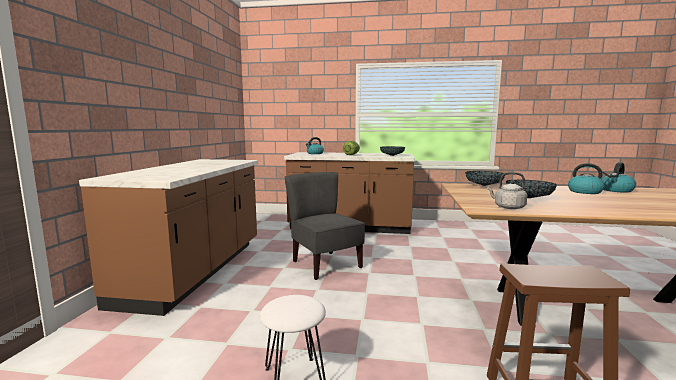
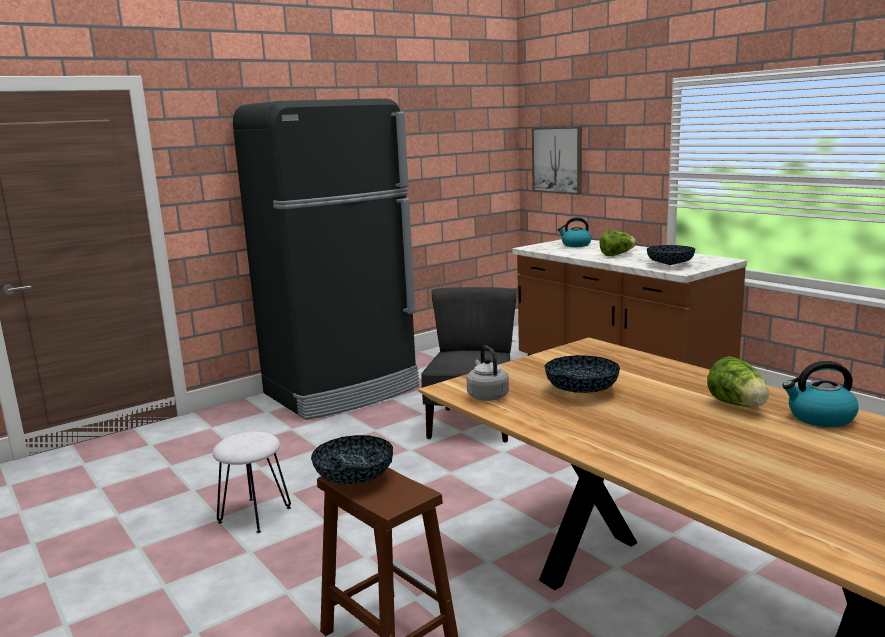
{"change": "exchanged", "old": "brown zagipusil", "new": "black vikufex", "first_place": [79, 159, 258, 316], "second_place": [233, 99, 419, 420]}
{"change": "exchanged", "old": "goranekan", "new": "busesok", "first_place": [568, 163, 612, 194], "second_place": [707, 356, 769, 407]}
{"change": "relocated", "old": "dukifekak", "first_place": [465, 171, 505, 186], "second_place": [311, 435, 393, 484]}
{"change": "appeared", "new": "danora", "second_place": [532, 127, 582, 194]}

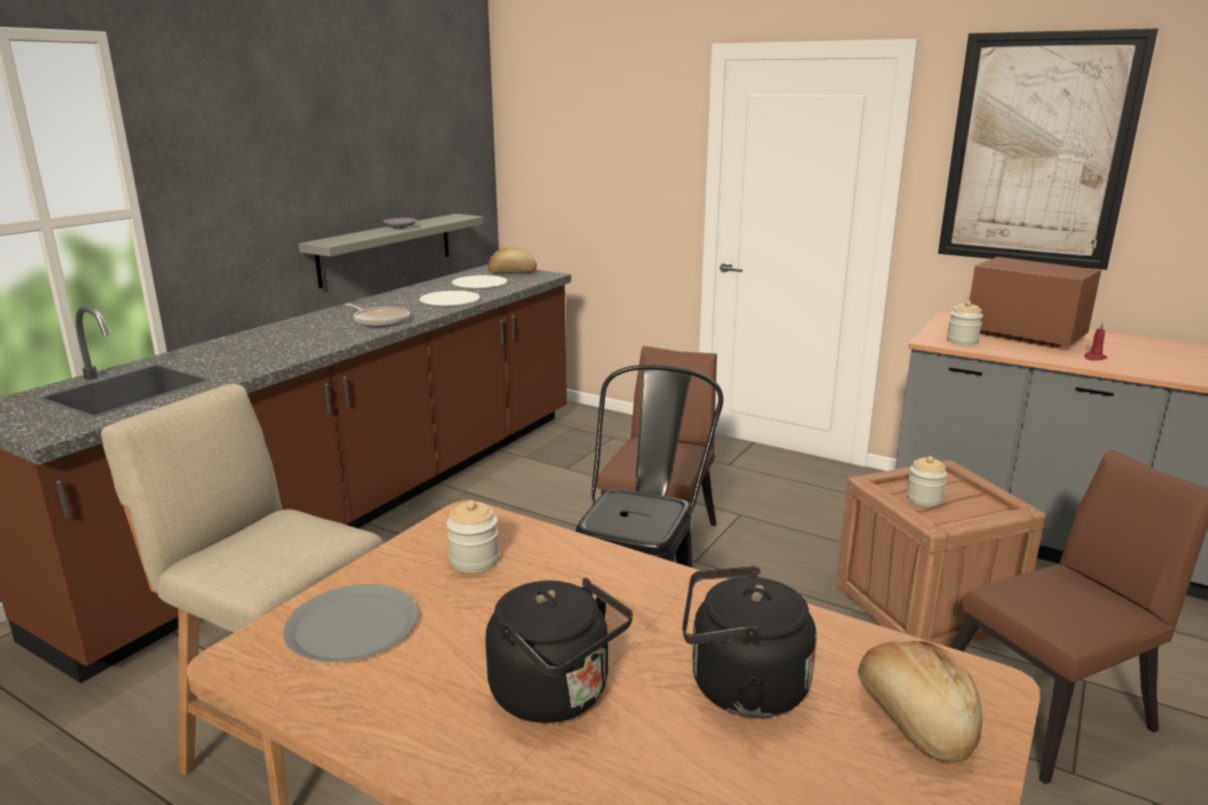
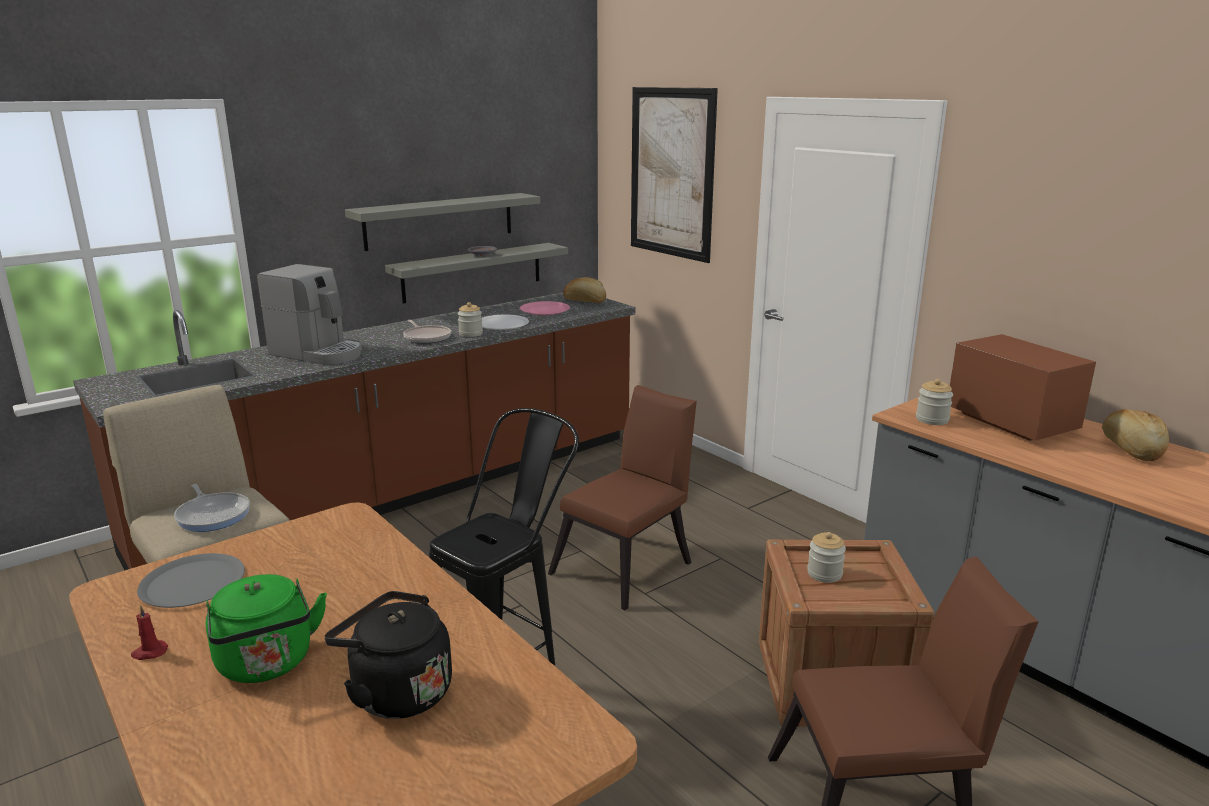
{"change": "relocated", "old": "danora", "first_place": [938, 28, 1158, 270], "second_place": [631, 87, 718, 263]}
{"change": "colour", "old": "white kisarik", "new": "pink kisarik", "first_place": [452, 275, 507, 289], "second_place": [520, 301, 570, 315]}
{"change": "relocated", "old": "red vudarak", "first_place": [1084, 322, 1107, 361], "second_place": [131, 605, 168, 660]}
{"change": "relocated", "old": "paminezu", "first_place": [447, 500, 499, 573], "second_place": [458, 302, 483, 337]}
{"change": "colour", "old": "black goranekan", "new": "green goranekan", "first_place": [485, 577, 633, 723], "second_place": [206, 574, 327, 683]}
{"change": "relocated", "old": "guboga", "first_place": [858, 641, 982, 762], "second_place": [1102, 409, 1169, 461]}
{"change": "appeared", "new": "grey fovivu", "second_place": [345, 193, 540, 251]}
{"change": "appeared", "new": "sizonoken", "second_place": [257, 264, 362, 365]}
{"change": "appeared", "new": "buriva", "second_place": [174, 484, 250, 532]}

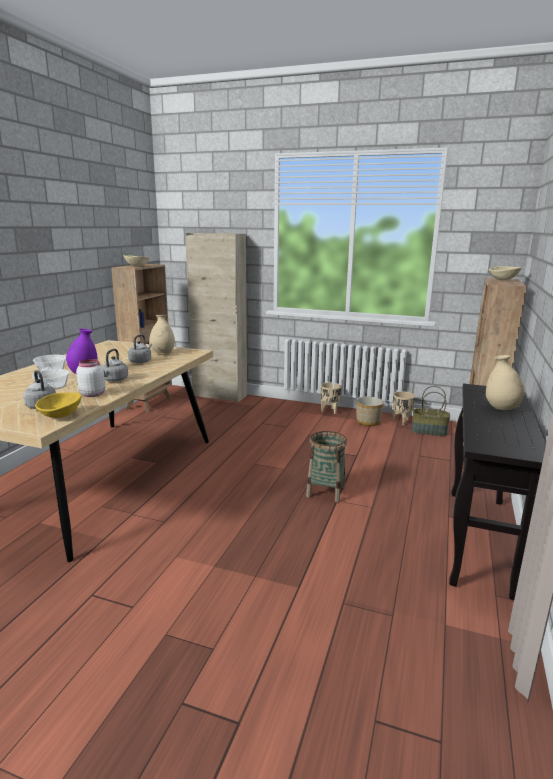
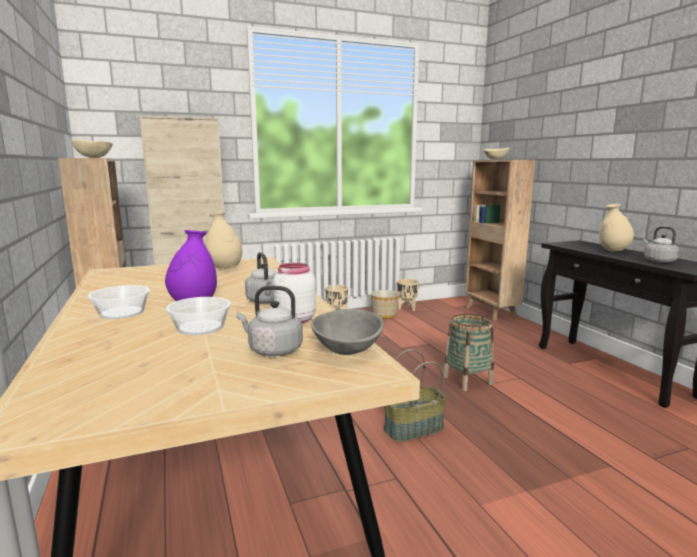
{"change": "relocated", "old": "grey goranekan", "first_place": [128, 334, 152, 363], "second_place": [643, 226, 679, 263]}
{"change": "relocated", "old": "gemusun", "first_place": [412, 386, 450, 436], "second_place": [384, 349, 447, 442]}
{"change": "colour", "old": "yellow dukifekak", "new": "grey dukifekak", "first_place": [35, 392, 82, 418], "second_place": [312, 309, 384, 355]}

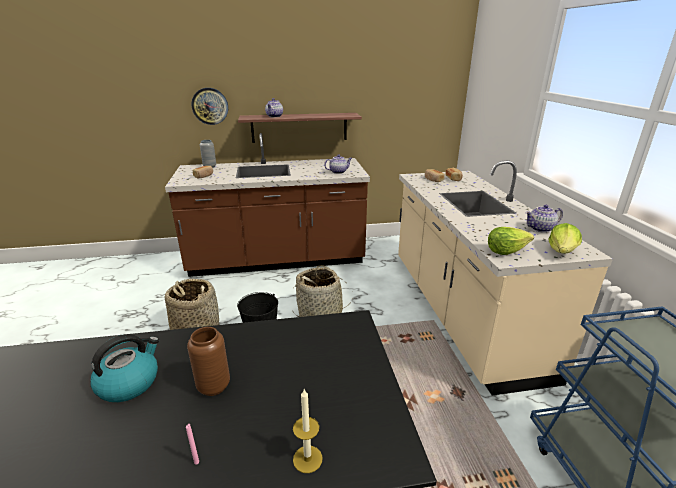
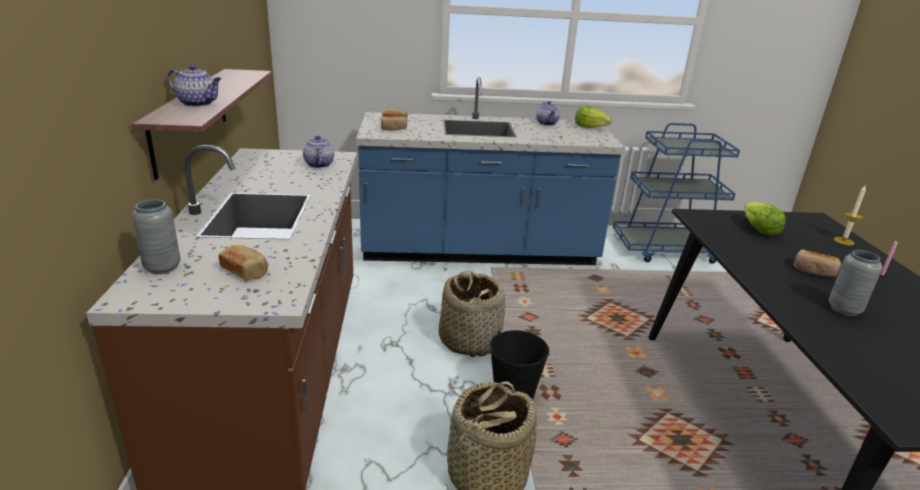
{"change": "missing", "old": "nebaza", "first_place": [191, 88, 228, 125]}
{"change": "colour", "old": "beige zagipusil", "new": "blue zagipusil", "first_place": [398, 160, 613, 396], "second_place": [356, 77, 625, 265]}
{"change": "relocated", "old": "busesok", "first_place": [488, 227, 534, 255], "second_place": [744, 202, 786, 236]}
{"change": "exchanged", "old": "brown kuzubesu", "new": "guboga", "first_place": [187, 327, 230, 396], "second_place": [793, 249, 841, 277]}
{"change": "exchanged", "old": "goranekan", "new": "grey kuzubesu", "first_place": [90, 334, 159, 402], "second_place": [829, 250, 882, 317]}

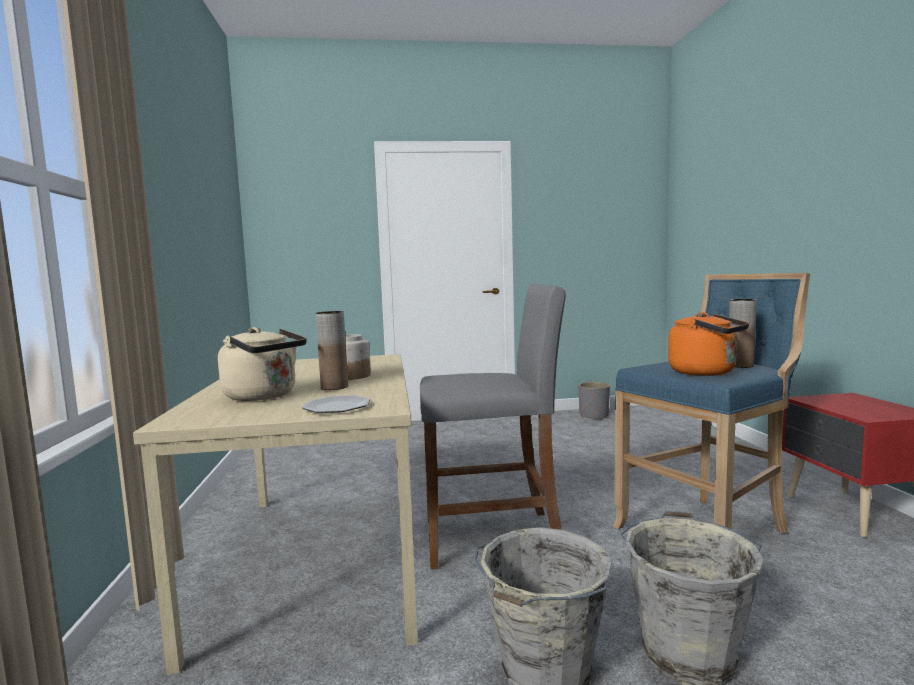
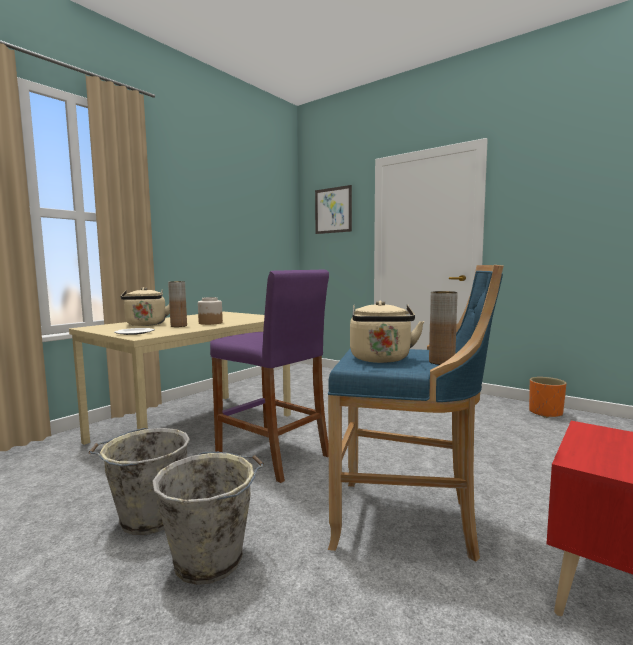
{"change": "colour", "old": "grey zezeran", "new": "purple zezeran", "first_place": [420, 284, 566, 569], "second_place": [210, 269, 329, 483]}
{"change": "colour", "old": "orange goranekan", "new": "beige goranekan", "first_place": [668, 312, 749, 376], "second_place": [350, 301, 424, 363]}
{"change": "colour", "old": "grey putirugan", "new": "orange putirugan", "first_place": [578, 382, 610, 419], "second_place": [529, 377, 566, 418]}
{"change": "appeared", "new": "danora", "second_place": [315, 185, 352, 234]}

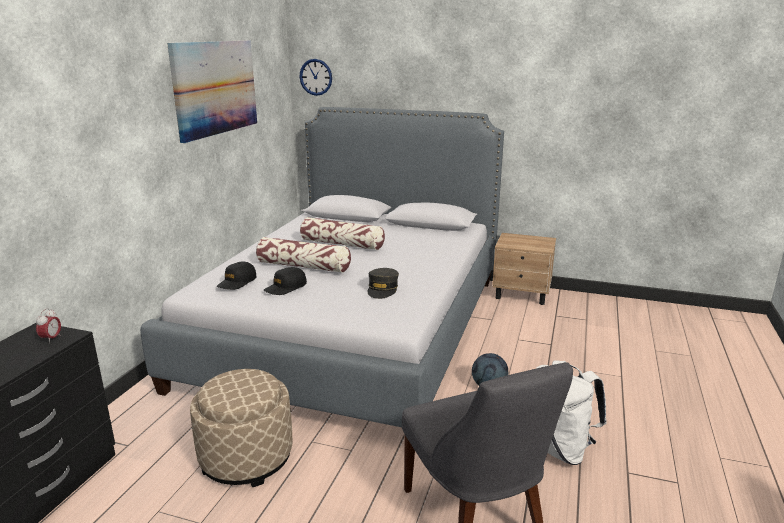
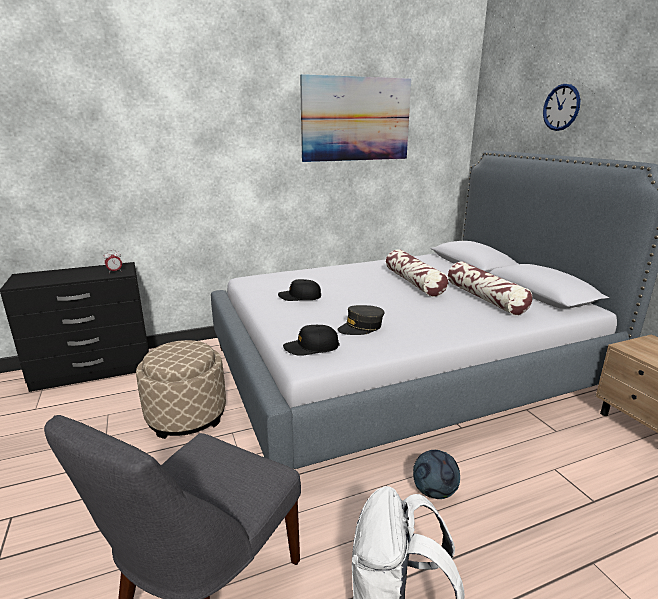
{"change": "relocated", "old": "nebaza", "first_place": [300, 59, 332, 96], "second_place": [543, 84, 580, 131]}
{"change": "relocated", "old": "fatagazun", "first_place": [256, 237, 351, 273], "second_place": [448, 262, 533, 315]}
{"change": "relocated", "old": "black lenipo", "first_place": [217, 262, 257, 290], "second_place": [283, 325, 340, 356]}

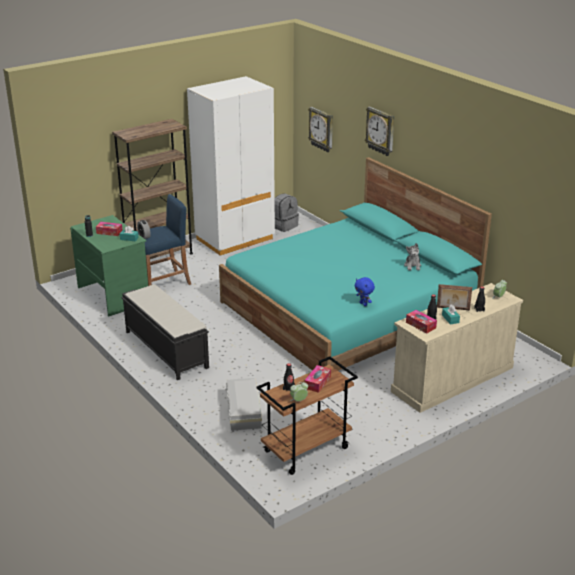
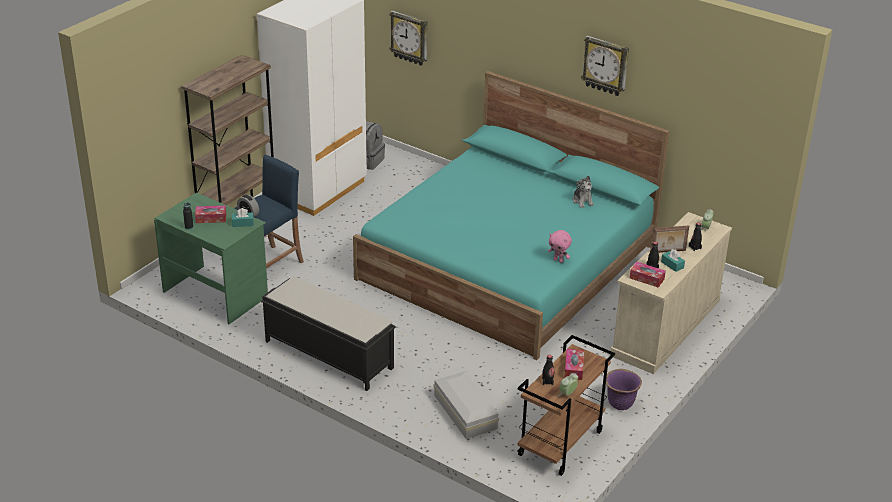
{"change": "relocated", "old": "nebaza", "first_place": [365, 107, 394, 156], "second_place": [581, 35, 629, 96]}
{"change": "colour", "old": "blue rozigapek", "new": "pink rozigapek", "first_place": [355, 277, 375, 306], "second_place": [548, 230, 572, 263]}
{"change": "appeared", "new": "purple putirugan", "second_place": [606, 369, 642, 410]}

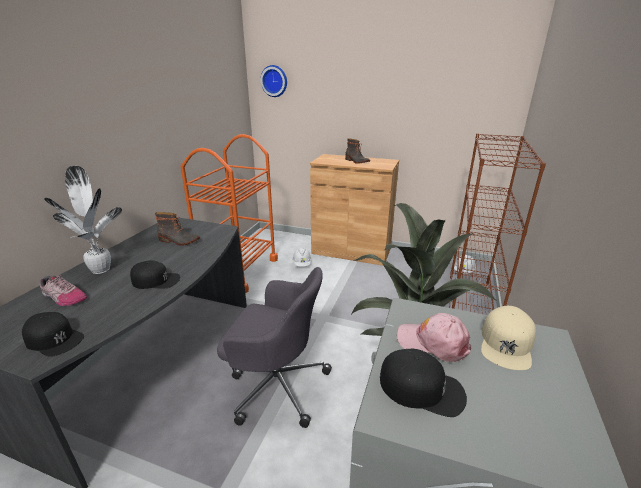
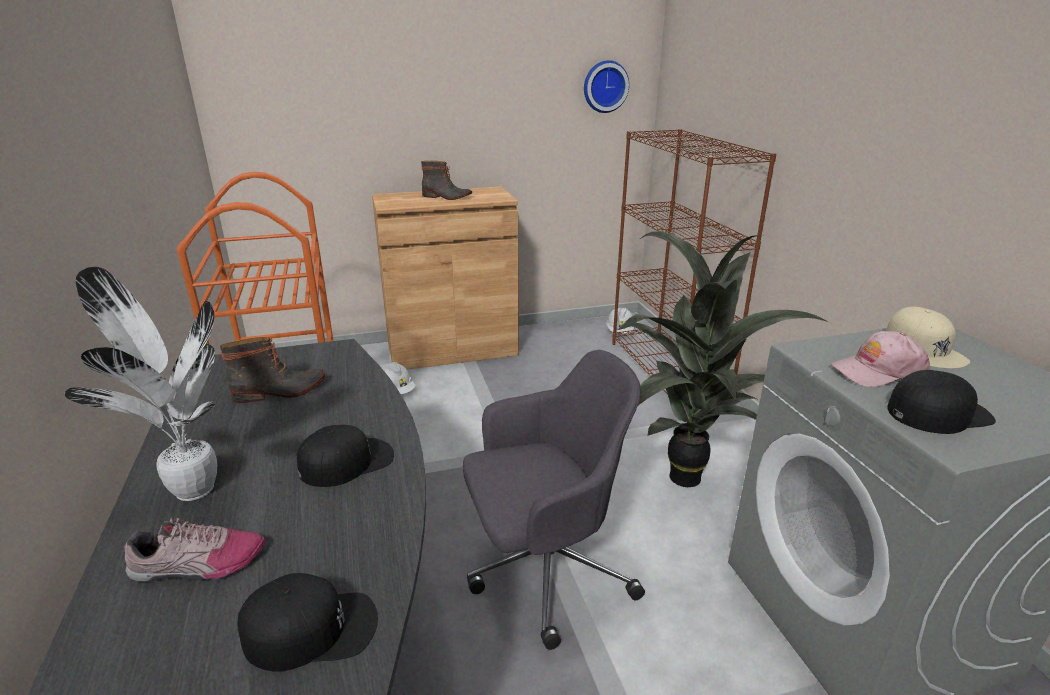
{"change": "relocated", "old": "nebaza", "first_place": [260, 65, 287, 97], "second_place": [584, 60, 629, 113]}

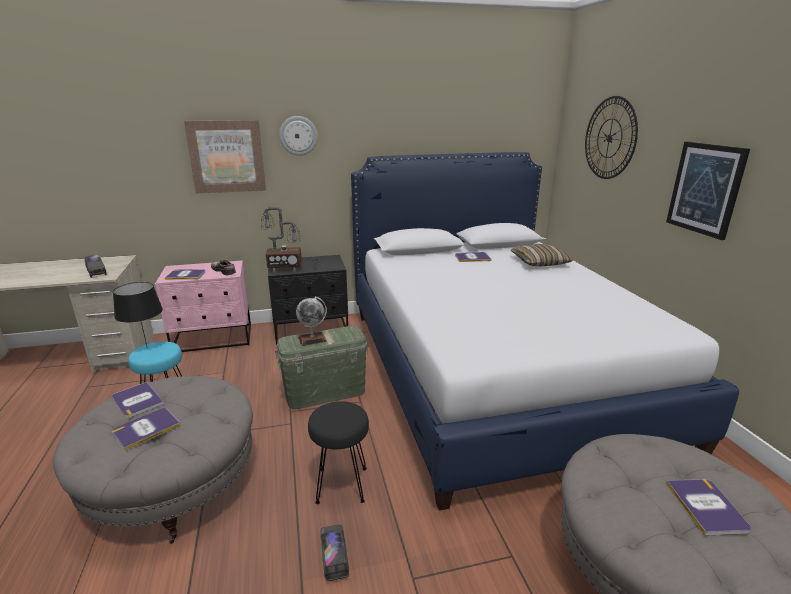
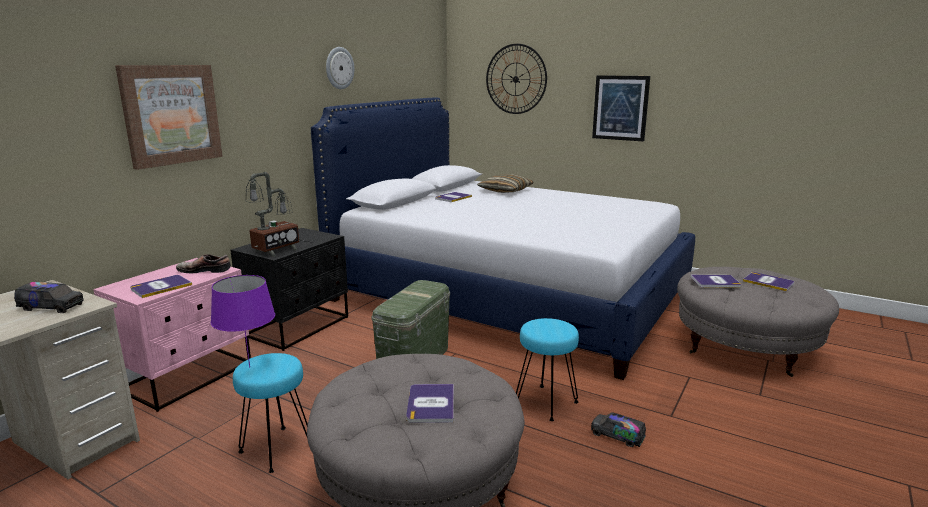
{"change": "relocated", "old": "nebaza", "first_place": [279, 116, 318, 156], "second_place": [326, 47, 354, 89]}
{"change": "colour", "old": "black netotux", "new": "purple netotux", "first_place": [113, 282, 163, 346], "second_place": [211, 275, 275, 368]}
{"change": "missing", "old": "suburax", "first_place": [296, 297, 327, 346]}
{"change": "relocated", "old": "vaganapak", "first_place": [112, 382, 164, 418], "second_place": [691, 275, 741, 288]}
{"change": "colour", "old": "black zezeran", "new": "turquoise zezeran", "first_place": [308, 401, 369, 504], "second_place": [516, 318, 579, 421]}

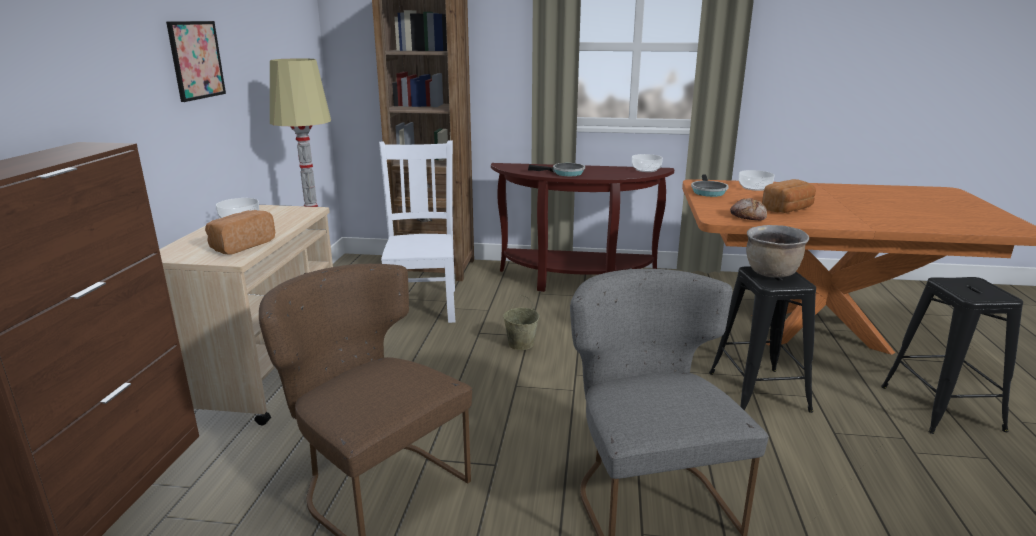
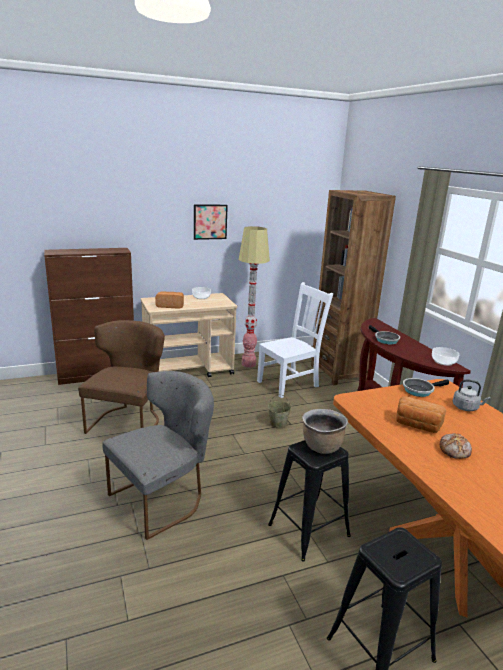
{"change": "exchanged", "old": "dukifekak", "new": "grey goranekan", "first_place": [739, 170, 775, 191], "second_place": [453, 379, 491, 411]}
{"change": "relocated", "old": "guboga", "first_place": [730, 198, 767, 221], "second_place": [440, 433, 472, 459]}

